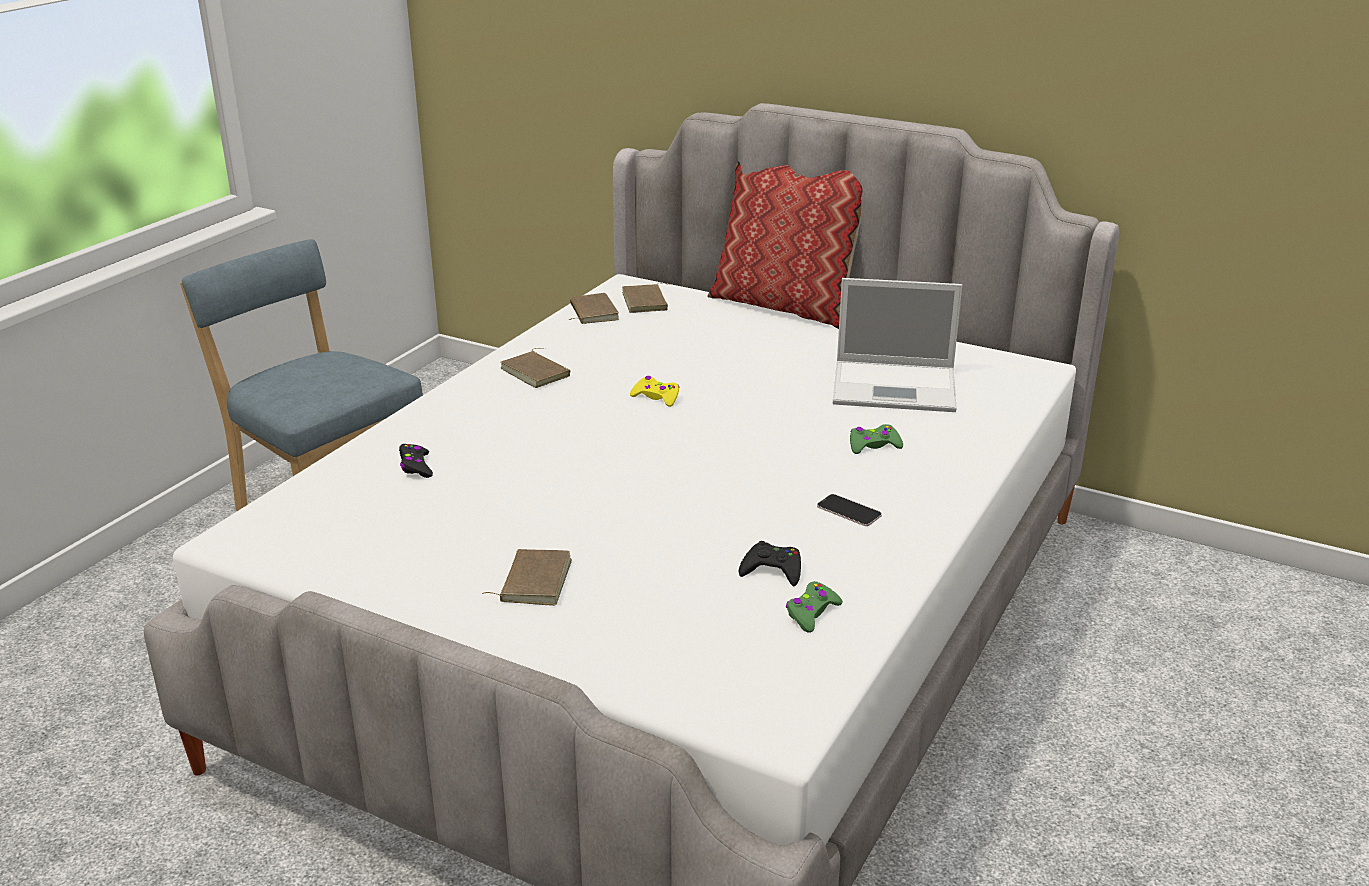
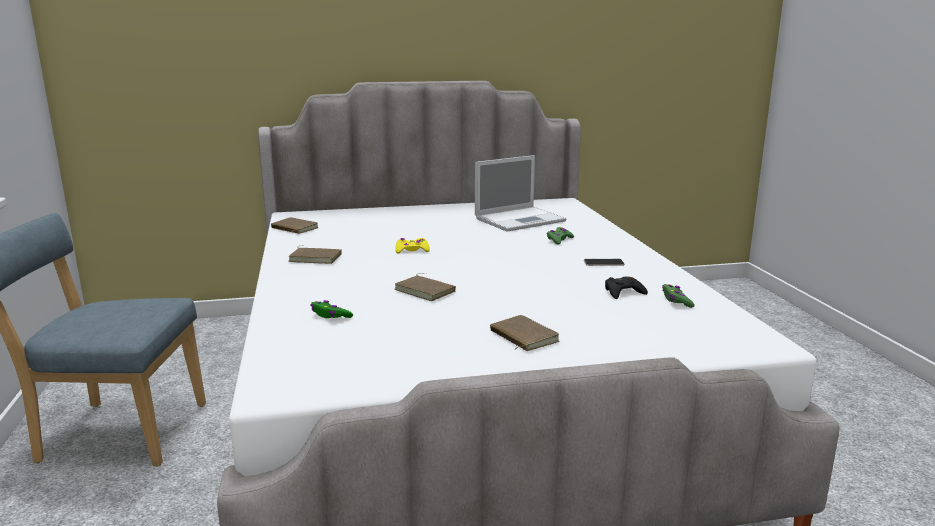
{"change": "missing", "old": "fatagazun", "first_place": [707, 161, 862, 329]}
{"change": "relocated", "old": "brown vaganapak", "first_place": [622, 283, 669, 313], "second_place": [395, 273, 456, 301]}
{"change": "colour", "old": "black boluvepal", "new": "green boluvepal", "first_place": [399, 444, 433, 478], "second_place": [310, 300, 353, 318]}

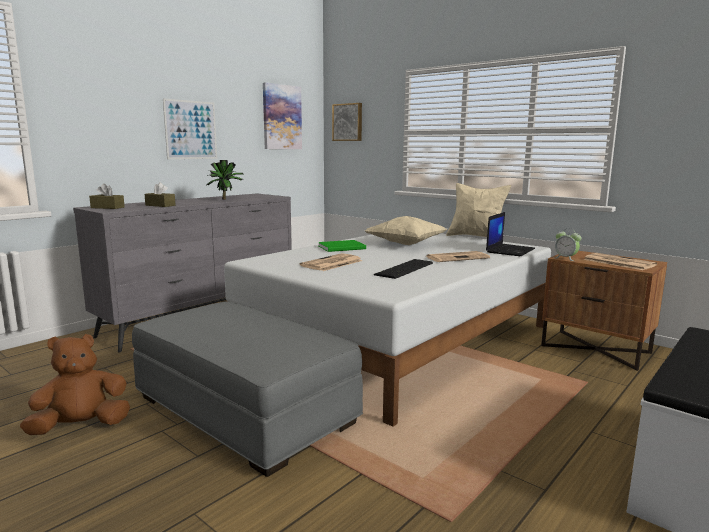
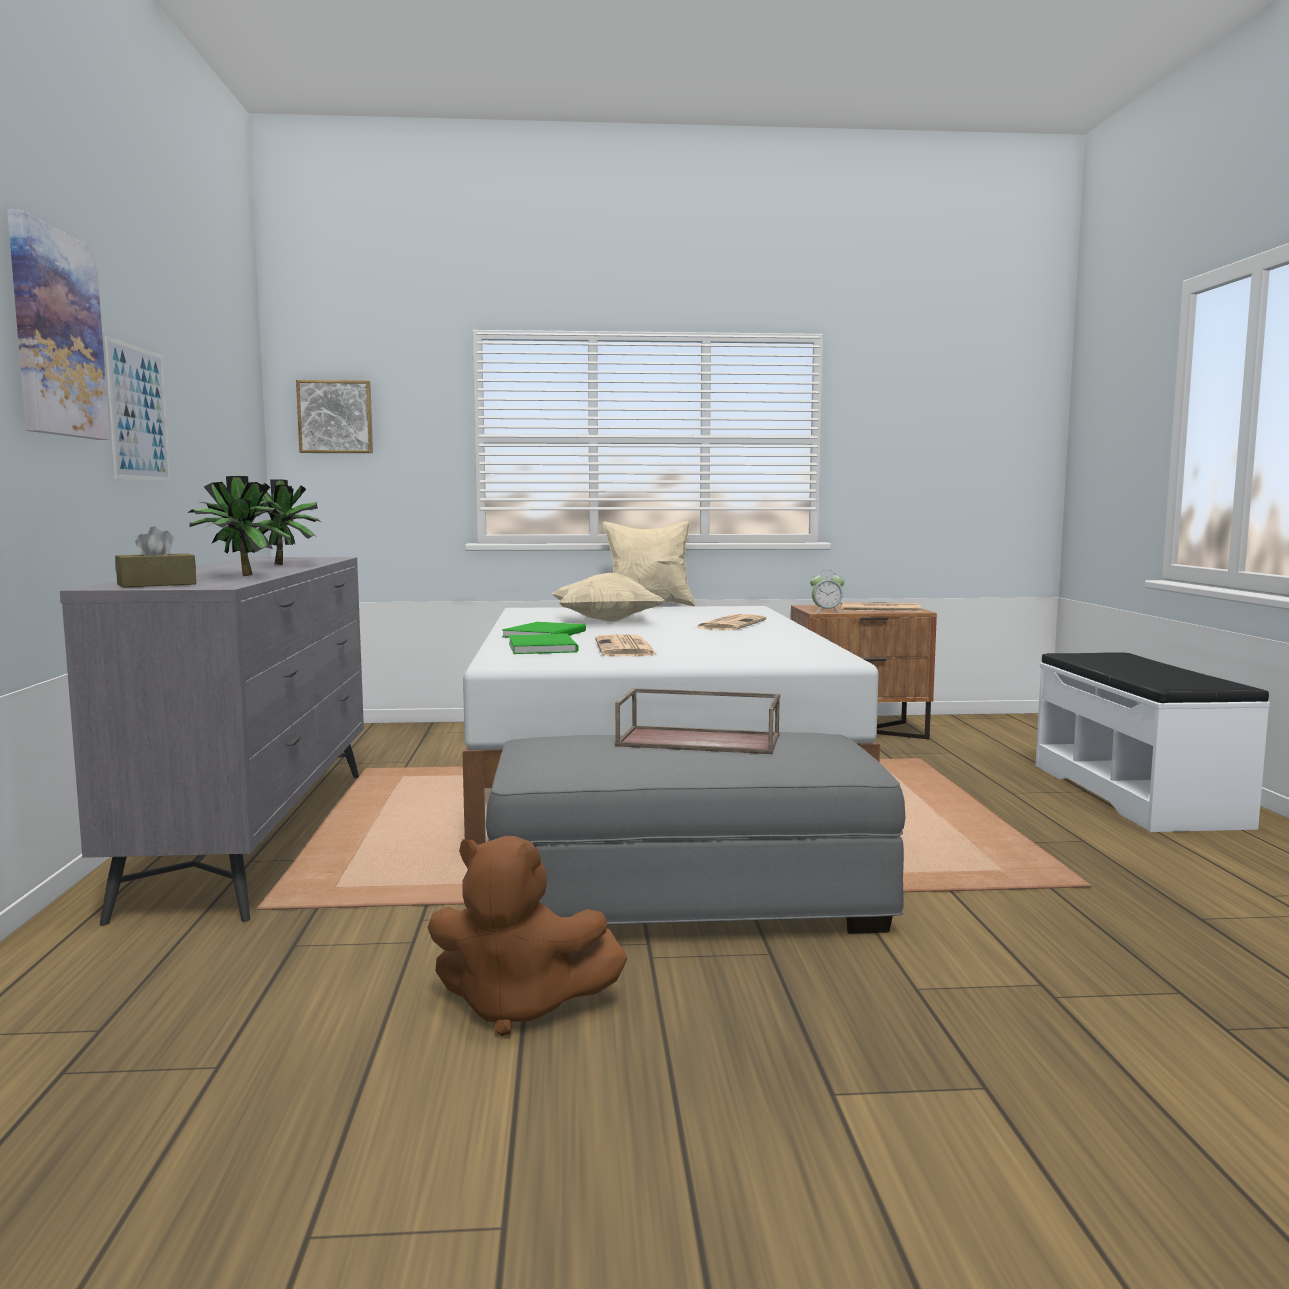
{"change": "relocated", "old": "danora", "first_place": [263, 82, 302, 149], "second_place": [7, 209, 110, 440]}
{"change": "exchanged", "old": "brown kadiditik", "new": "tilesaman", "first_place": [145, 182, 175, 207], "second_place": [188, 476, 291, 576]}
{"change": "missing", "old": "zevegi", "first_place": [486, 212, 535, 256]}
{"change": "missing", "old": "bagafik", "first_place": [374, 259, 433, 279]}
{"change": "spun", "old": "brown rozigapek", "first_place": [20, 334, 130, 435], "second_place": [427, 836, 628, 1037], "degrees": -90}
{"change": "appeared", "new": "green vaganapak", "second_place": [509, 634, 578, 654]}
{"change": "appeared", "new": "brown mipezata", "second_place": [615, 688, 780, 754]}

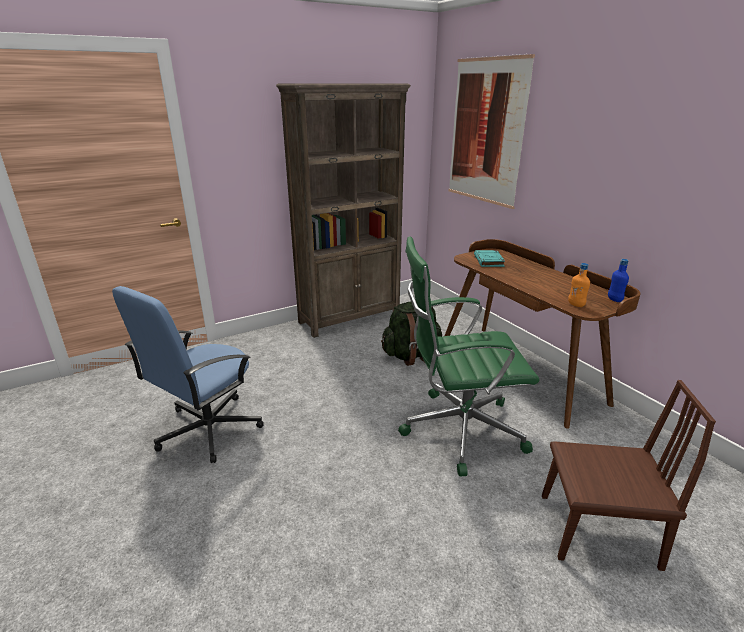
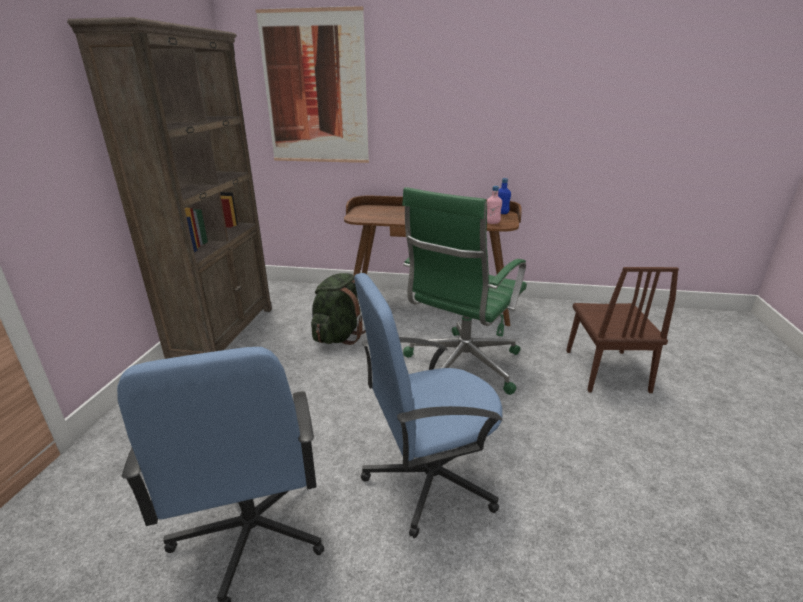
{"change": "missing", "old": "turquoise vaganapak", "first_place": [474, 250, 505, 267]}
{"change": "colour", "old": "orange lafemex", "new": "pink lafemex", "first_place": [568, 263, 590, 307], "second_place": [487, 186, 502, 224]}
{"change": "spun", "old": "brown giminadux", "first_place": [542, 380, 716, 571], "second_place": [566, 267, 679, 393], "degrees": 135}
{"change": "appeared", "new": "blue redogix", "second_place": [354, 273, 503, 538]}

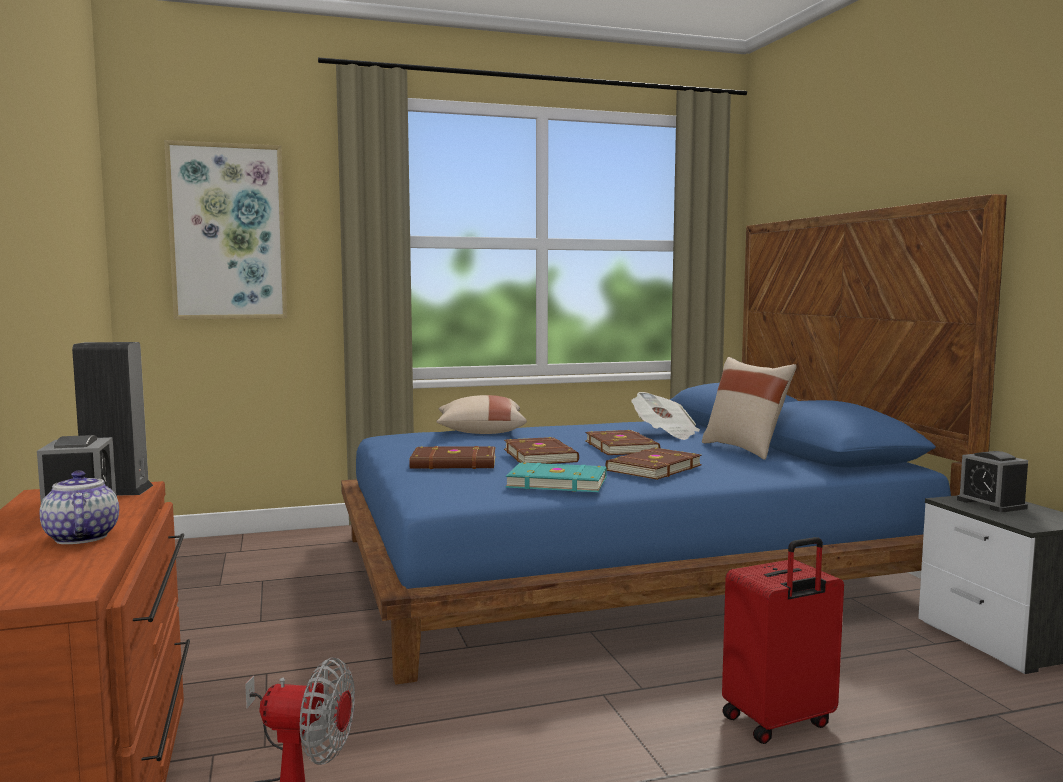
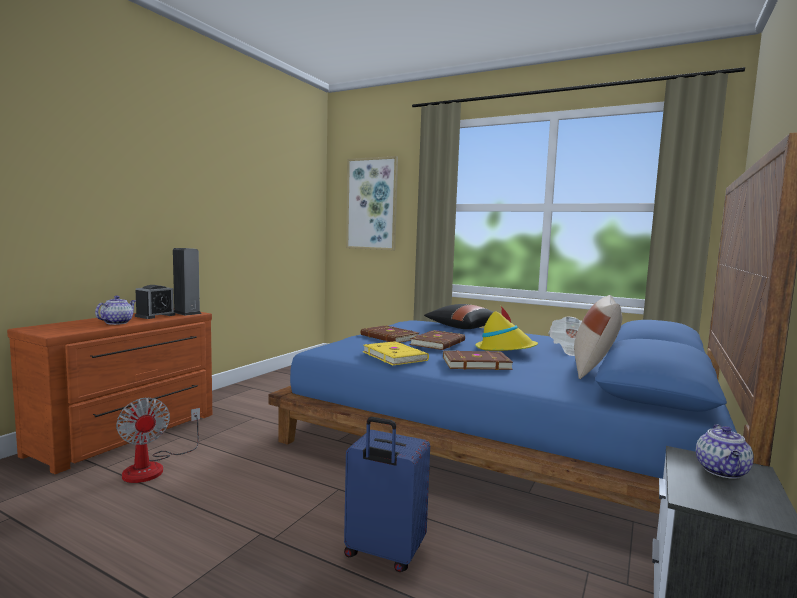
{"change": "colour", "old": "beige fatagazun", "new": "black fatagazun", "first_place": [437, 395, 527, 434], "second_place": [424, 304, 493, 329]}
{"change": "exchanged", "old": "brown vaganapak", "new": "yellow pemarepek", "first_place": [586, 430, 660, 455], "second_place": [475, 306, 538, 351]}
{"change": "exchanged", "old": "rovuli", "new": "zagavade", "first_place": [957, 451, 1028, 512], "second_place": [696, 424, 754, 479]}
{"change": "colour", "old": "turquoise vaganapak", "new": "yellow vaganapak", "first_place": [506, 462, 607, 492], "second_place": [363, 341, 429, 365]}
{"change": "colour", "old": "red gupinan", "new": "blue gupinan", "first_place": [722, 537, 844, 744], "second_place": [344, 417, 430, 572]}

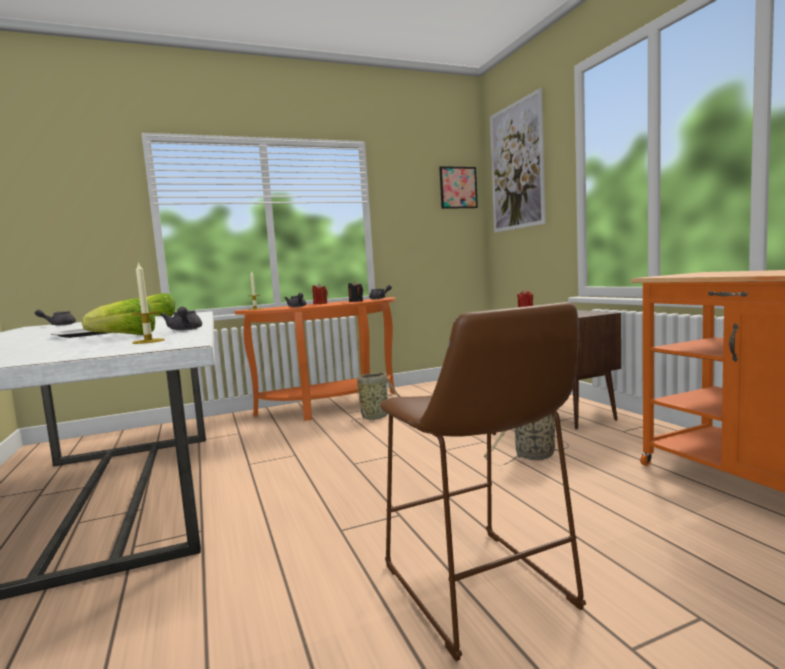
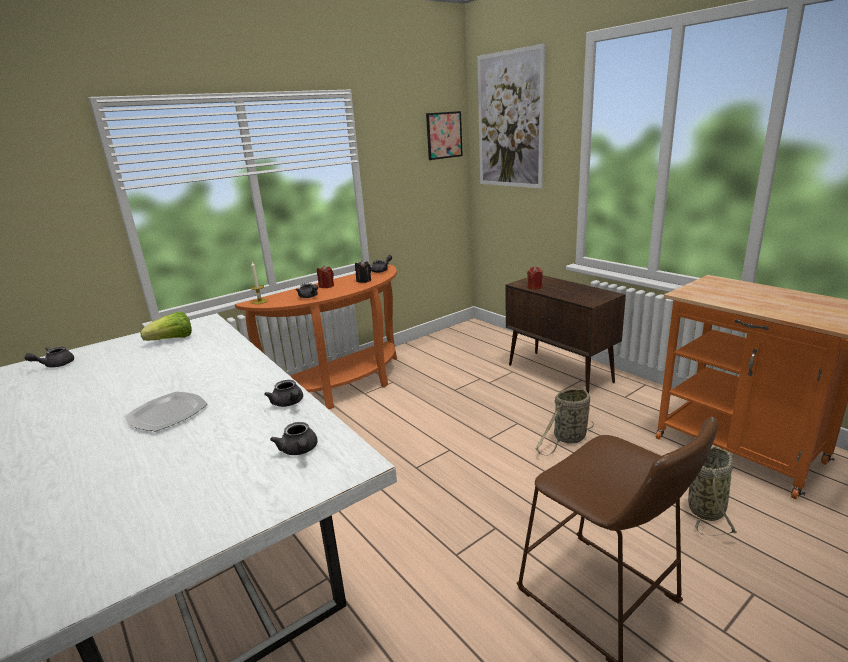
{"change": "exchanged", "old": "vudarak", "new": "grey zagavade", "first_place": [131, 261, 165, 344], "second_place": [270, 422, 318, 455]}
{"change": "missing", "old": "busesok", "first_place": [82, 298, 155, 335]}
{"change": "relocated", "old": "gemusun", "first_place": [351, 372, 401, 421], "second_place": [688, 447, 737, 536]}

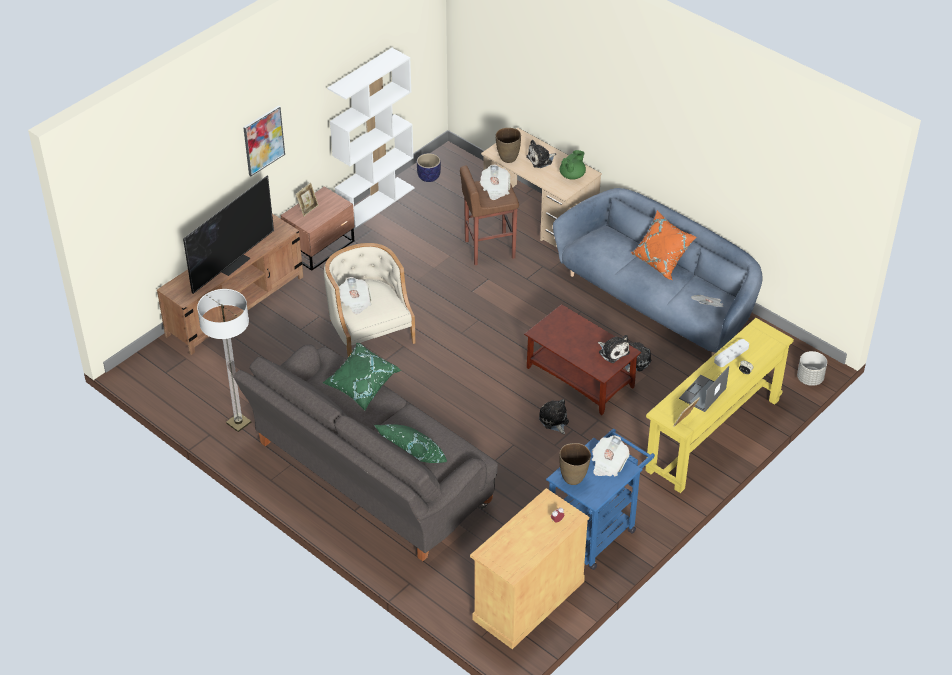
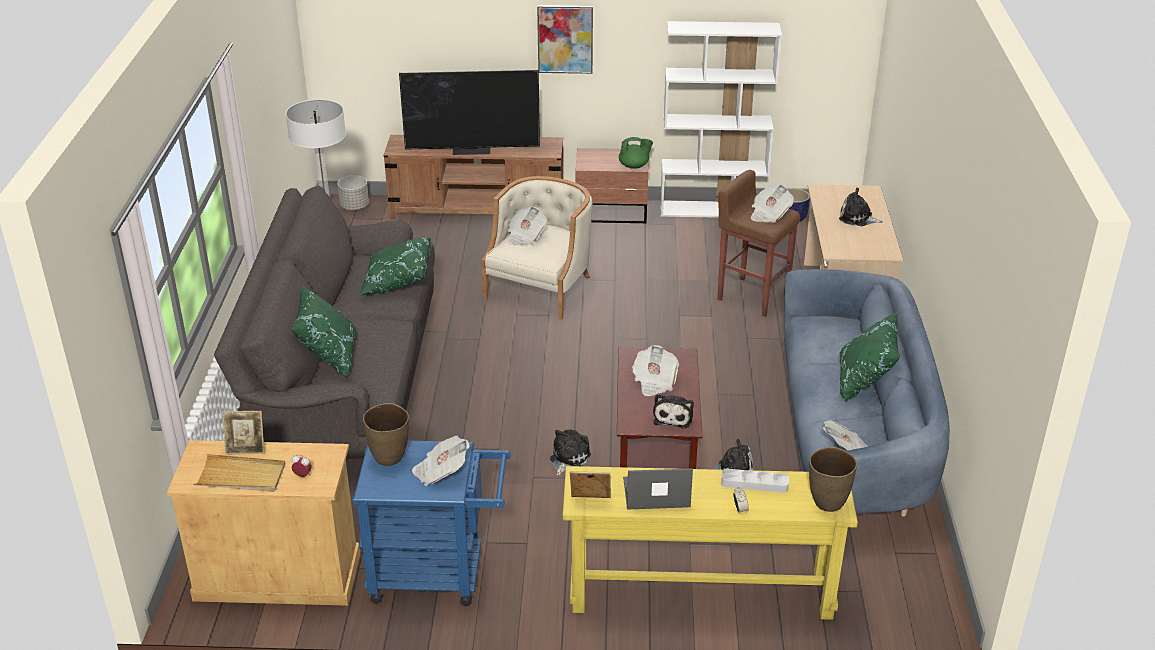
{"change": "relocated", "old": "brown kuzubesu", "first_place": [496, 128, 521, 163], "second_place": [809, 447, 857, 512]}
{"change": "relocated", "old": "green zagavade", "first_place": [560, 150, 586, 180], "second_place": [619, 137, 653, 169]}
{"change": "relocated", "old": "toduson", "first_place": [296, 183, 318, 216], "second_place": [222, 411, 265, 455]}
{"change": "colour", "old": "orange fatagazun", "new": "green fatagazun", "first_place": [631, 210, 696, 280], "second_place": [840, 312, 900, 401]}
{"change": "relocated", "old": "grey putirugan", "first_place": [797, 351, 827, 386], "second_place": [337, 175, 369, 210]}
{"change": "appeared", "new": "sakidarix", "second_place": [632, 345, 679, 396]}
{"change": "appeared", "new": "beige mipezata", "second_place": [193, 454, 285, 492]}

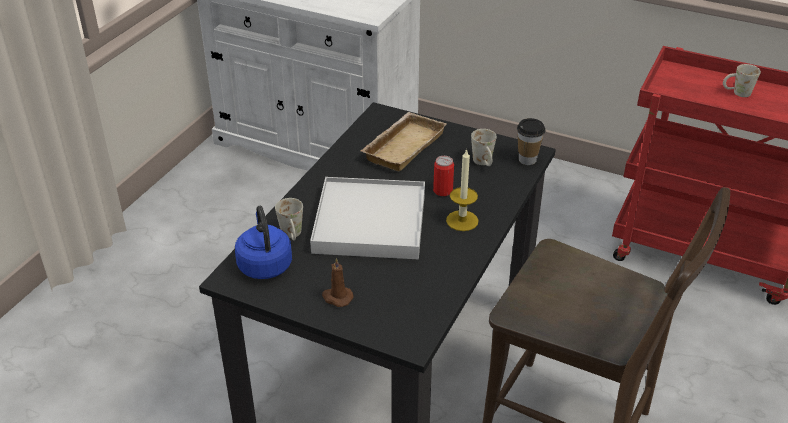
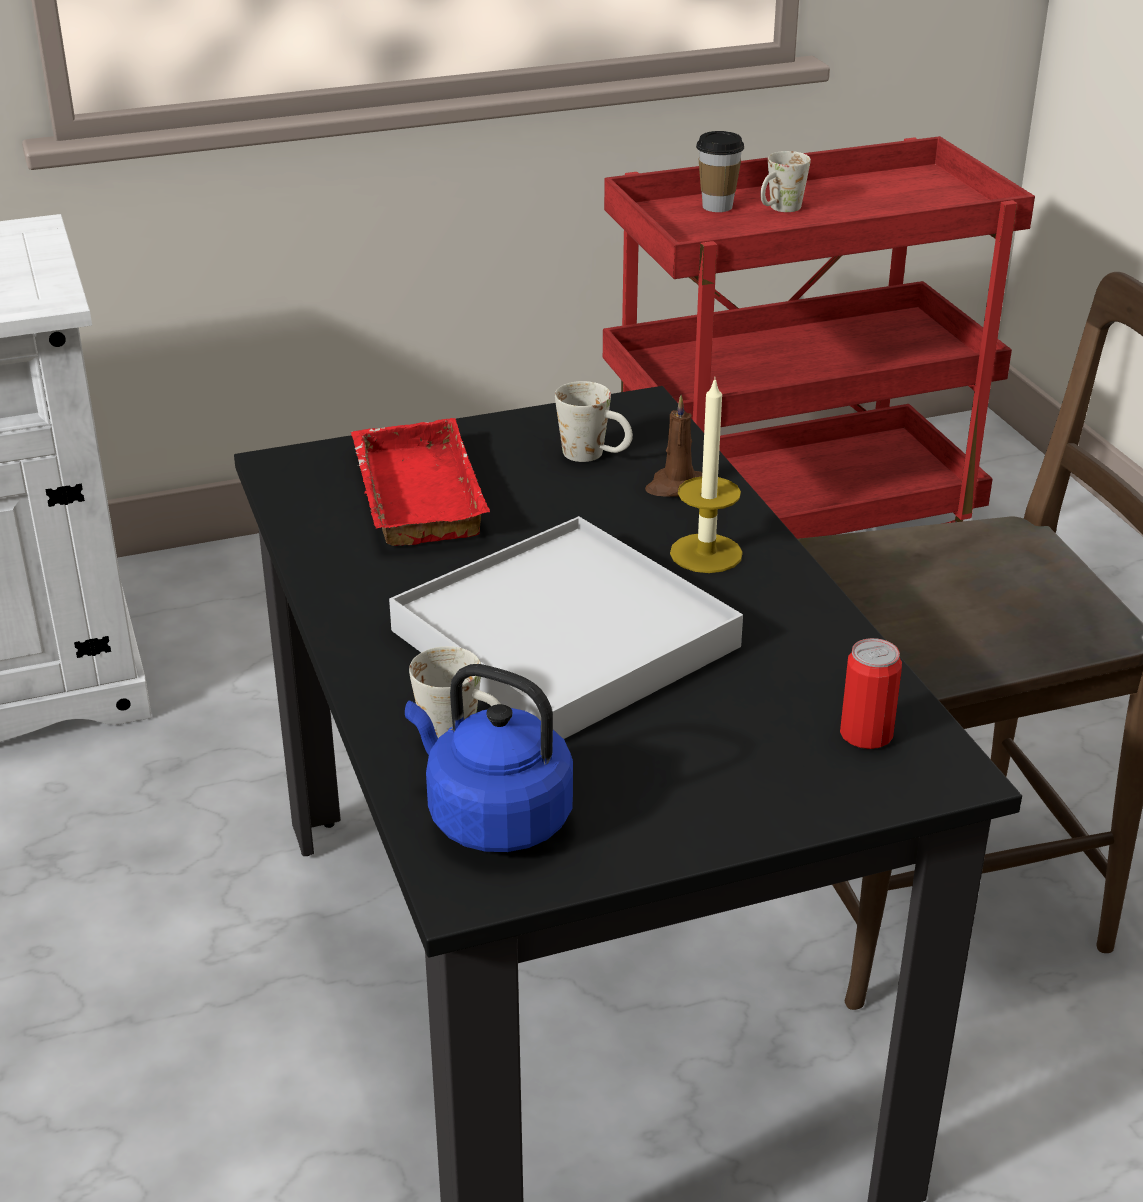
{"change": "colour", "old": "beige mipezata", "new": "red mipezata", "first_place": [360, 112, 446, 171], "second_place": [351, 418, 490, 546]}
{"change": "relocated", "old": "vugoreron", "first_place": [517, 118, 545, 165], "second_place": [696, 131, 744, 212]}
{"change": "relocated", "old": "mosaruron", "first_place": [433, 156, 454, 196], "second_place": [840, 638, 902, 749]}
{"change": "relocated", "old": "brown vudarak", "first_place": [322, 258, 354, 307], "second_place": [645, 395, 702, 497]}

